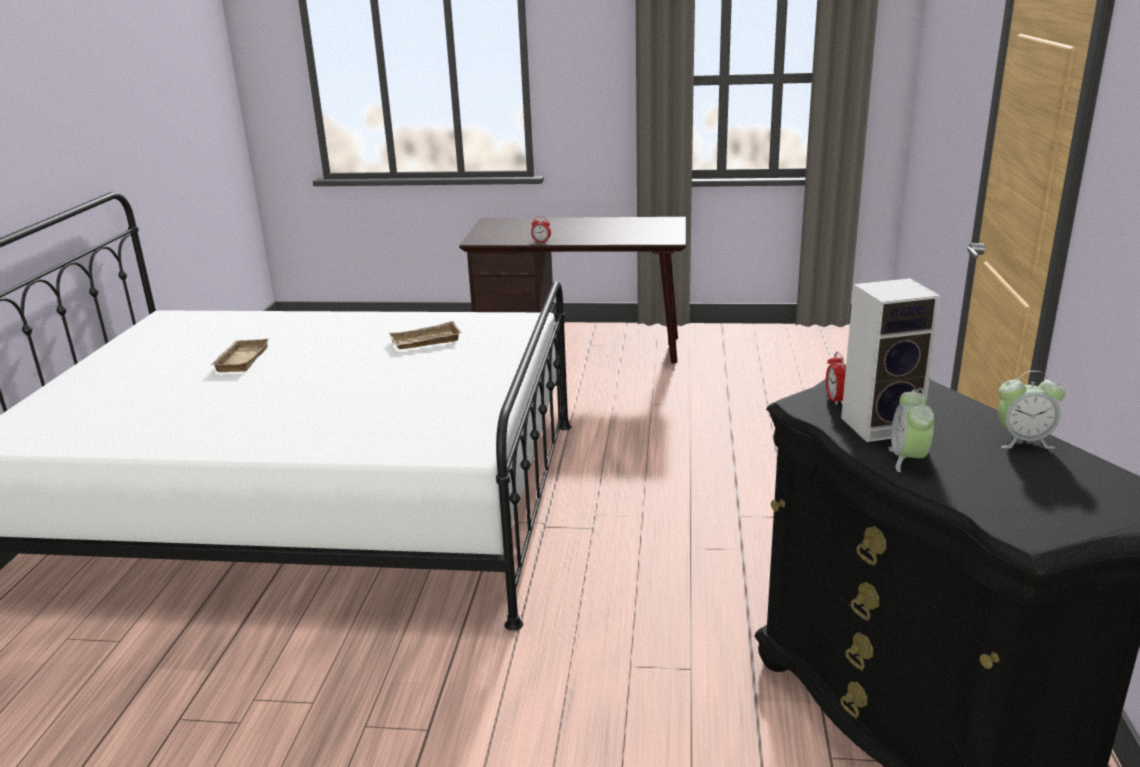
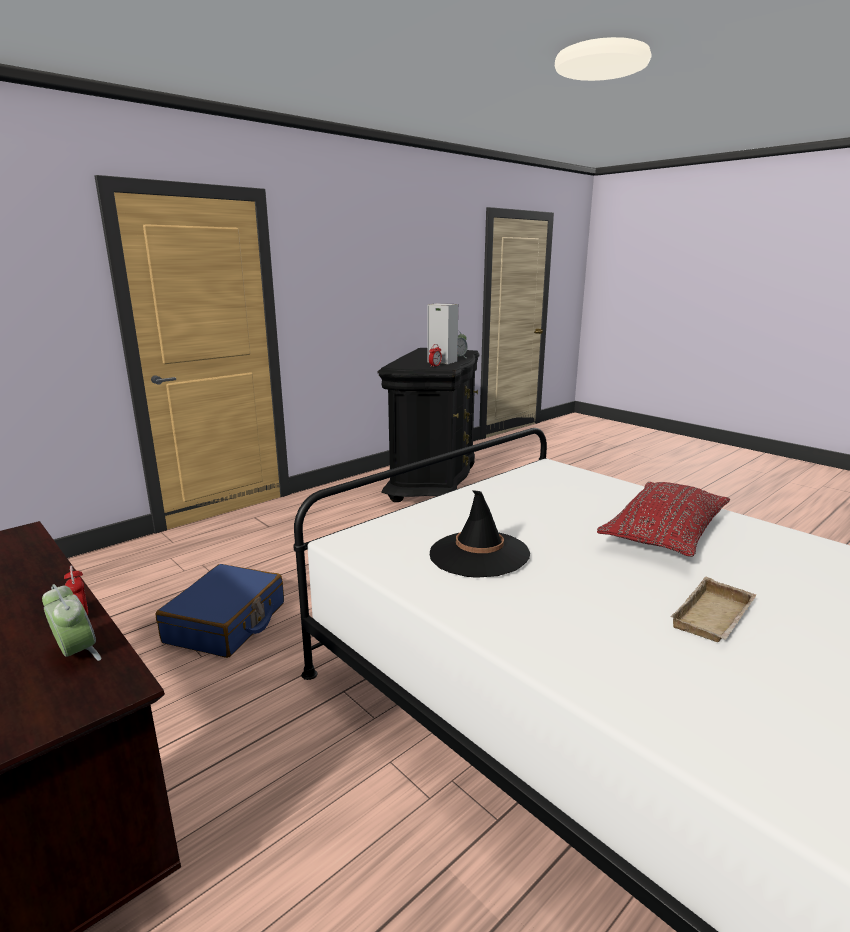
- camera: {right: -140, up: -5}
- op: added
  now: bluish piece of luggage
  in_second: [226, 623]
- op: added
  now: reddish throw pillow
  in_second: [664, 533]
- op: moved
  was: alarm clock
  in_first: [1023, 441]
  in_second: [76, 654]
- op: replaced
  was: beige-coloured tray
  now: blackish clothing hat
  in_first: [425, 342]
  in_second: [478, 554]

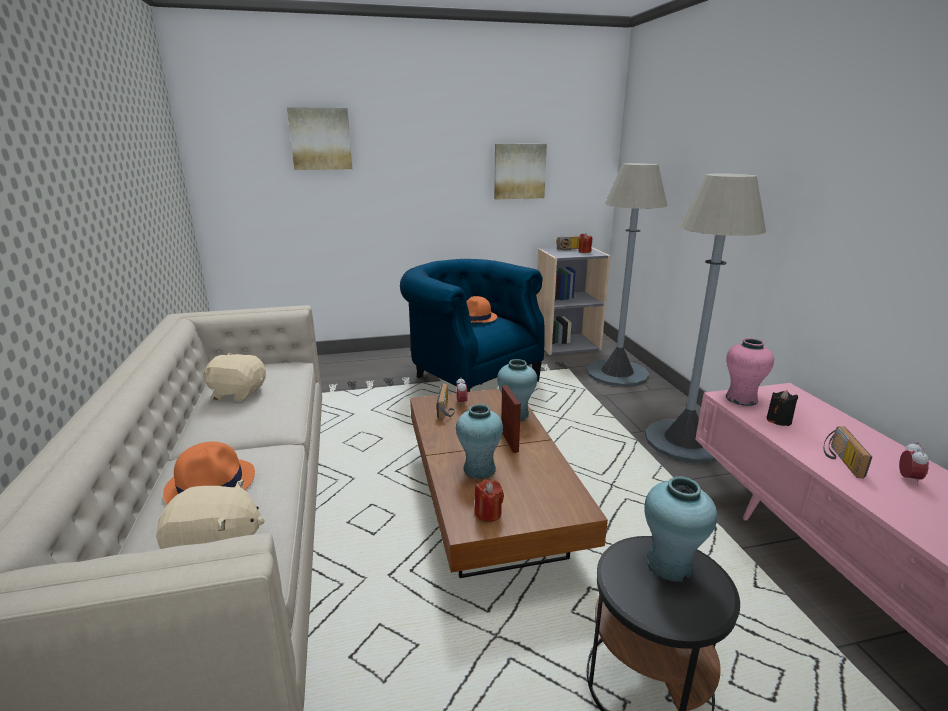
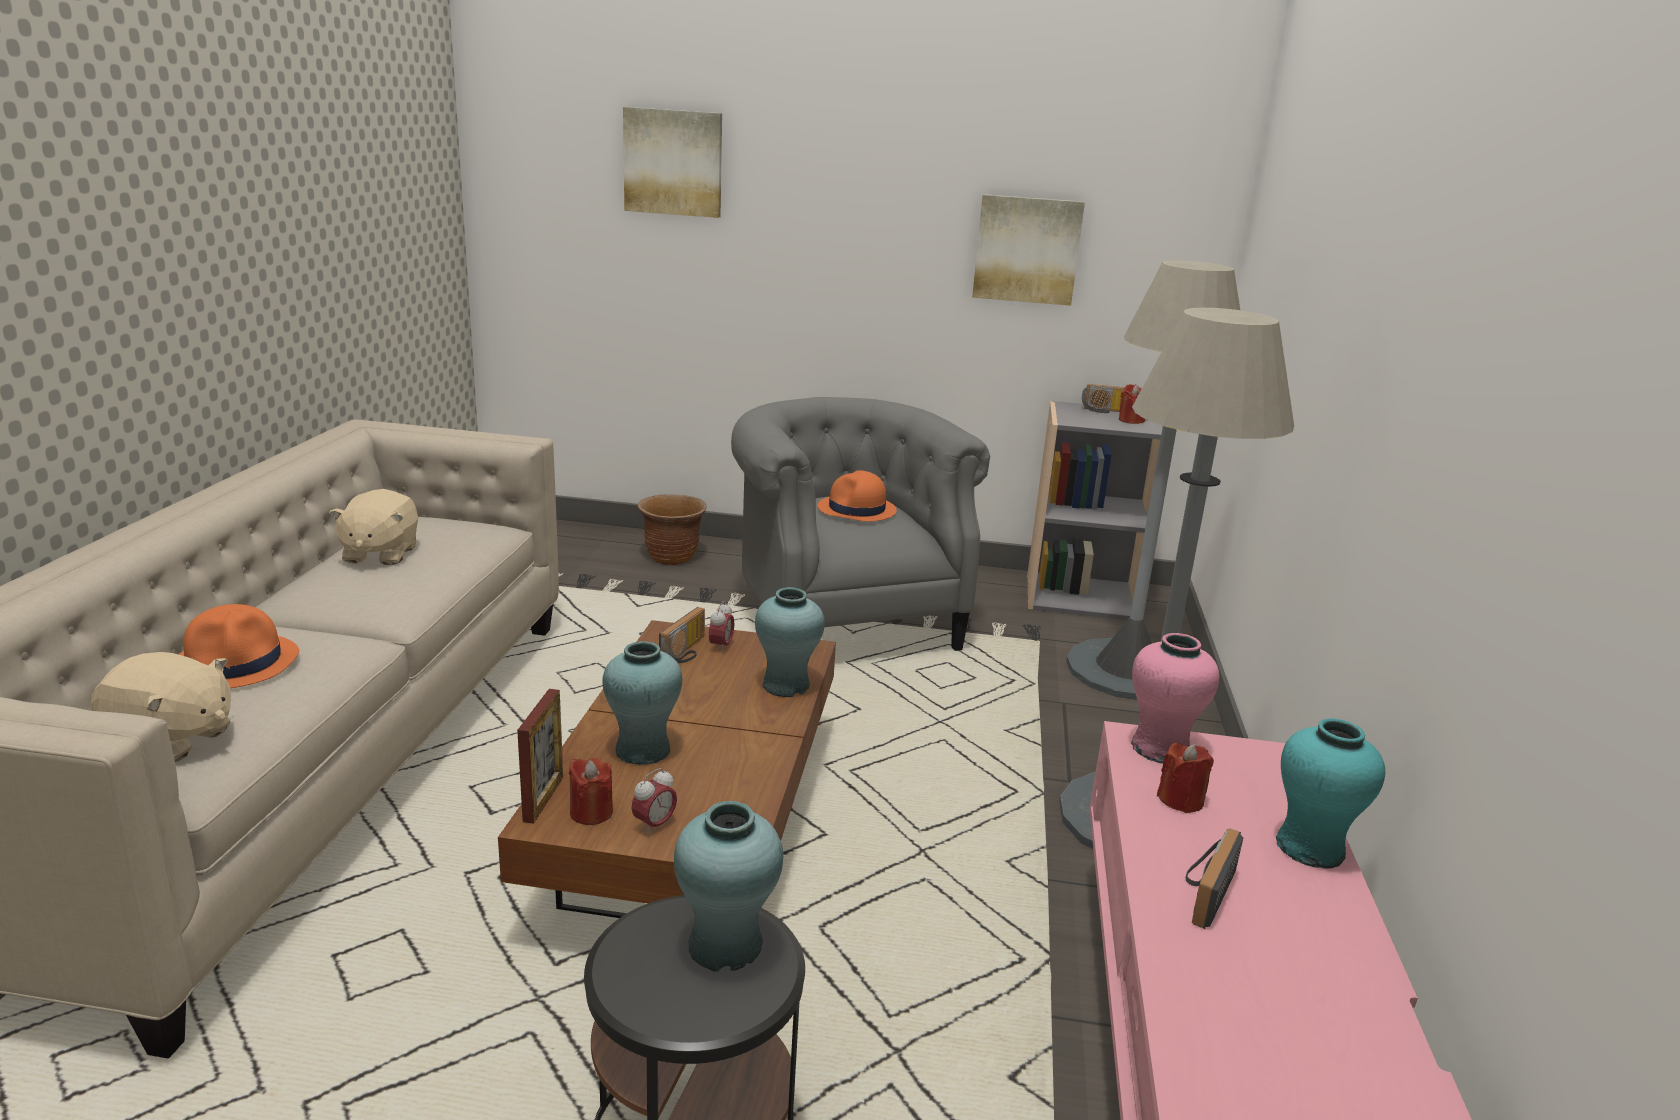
- camera: {right: 20, up: 0}
- op: added
  now: brownish flower pot
  in_second: [671, 557]
- op: added
  now: blue-green vase
  in_second: [1309, 847]
- op: moved
  was: picture frame
  in_first: [509, 441]
  in_second: [543, 799]
- op: moved
  was: alarm clock
  in_first: [908, 479]
  in_second: [654, 825]
- op: recoloured
  was: bluish lounge chair
  now: greyish lounge chair
  in_first: [469, 379]
  in_second: [841, 620]
- op: recoloured
  was: blackish candle
  now: reddish candle
  in_first: [778, 420]
  in_second: [1181, 800]
- op: turned
  was: beige-coloured cuddly toy
  in_first: [238, 393]
  in_second: [379, 554]
  clockwise: -120

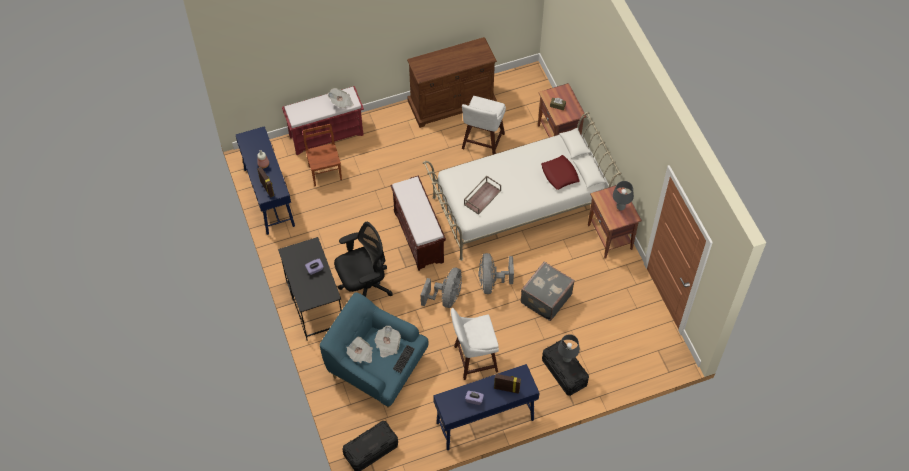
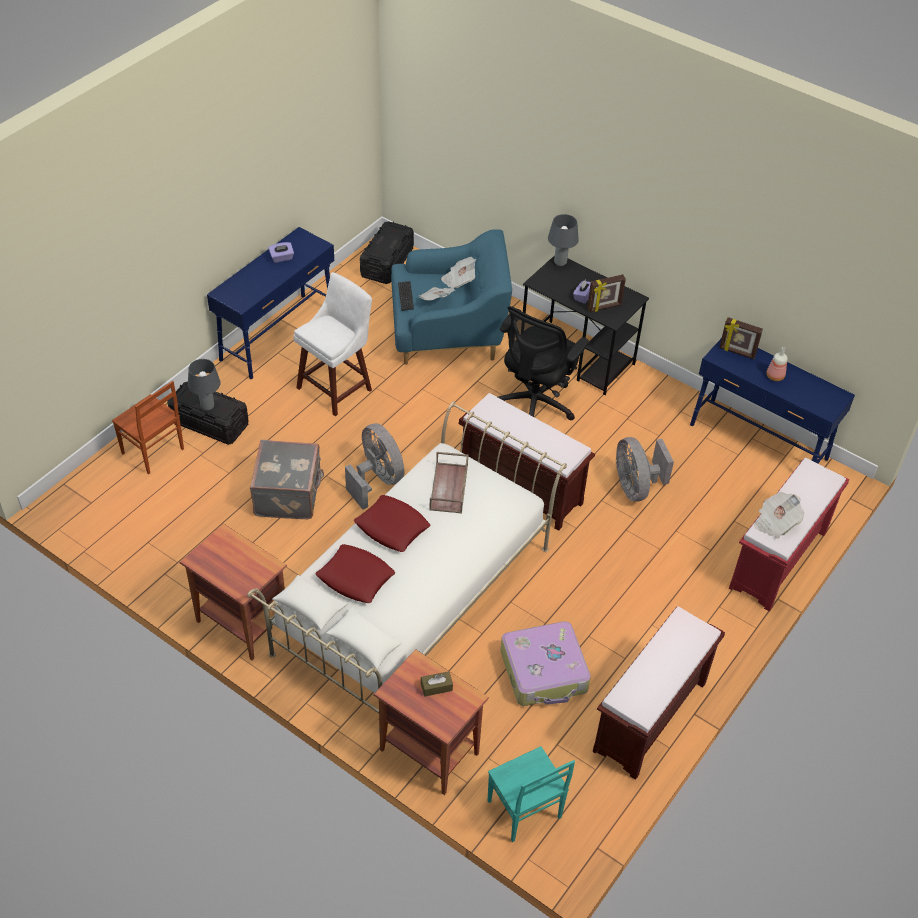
- camera: {right: 145, up: -10}
- op: added
  now: reddish throw pillow
  in_second: [392, 527]
- op: added
  now: blue-green chair
  in_second: [524, 811]
- op: moved
  was: brownish chair
  in_first: [325, 172]
  in_second: [153, 452]
- op: moved
  was: greyish cooling fan
  in_first: [446, 297]
  in_second: [635, 487]
- op: moved
  was: picture frame
  in_first: [506, 388]
  in_second: [604, 307]
- op: moved
  was: greyish tabletop lamp
  in_first: [620, 207]
  in_second: [560, 263]
- op: replaced
  was: brownish drawer chest
  now: brownish long seat
  in_first: [452, 102]
  in_second: [650, 718]
- op: replaced
  was: white chair
  now: piece of luggage
  in_first: [482, 143]
  in_second: [544, 671]

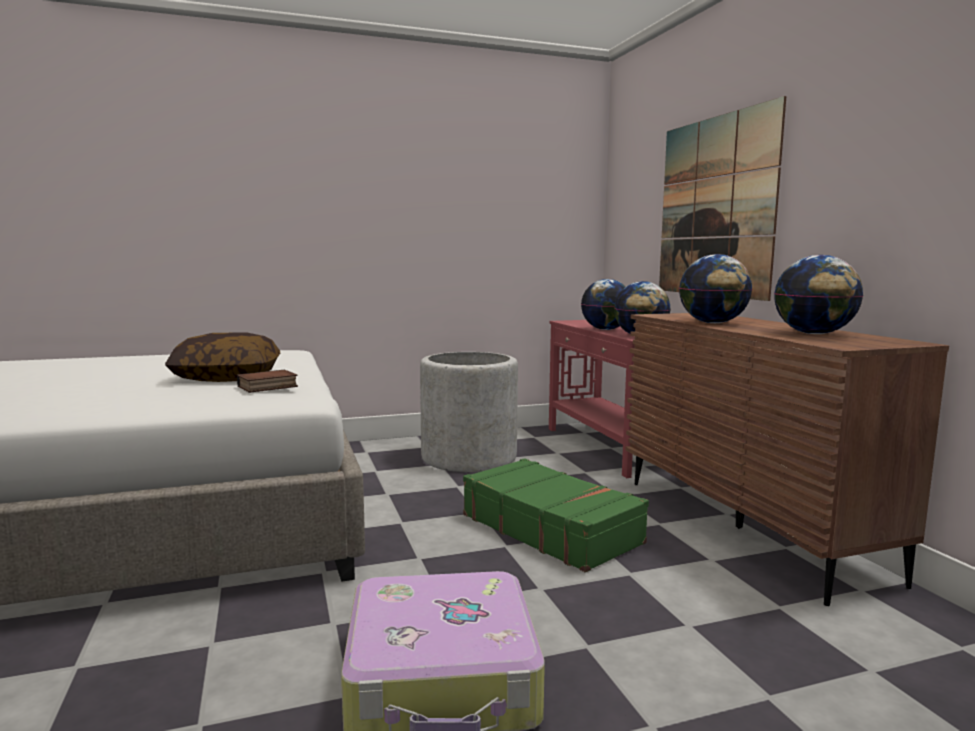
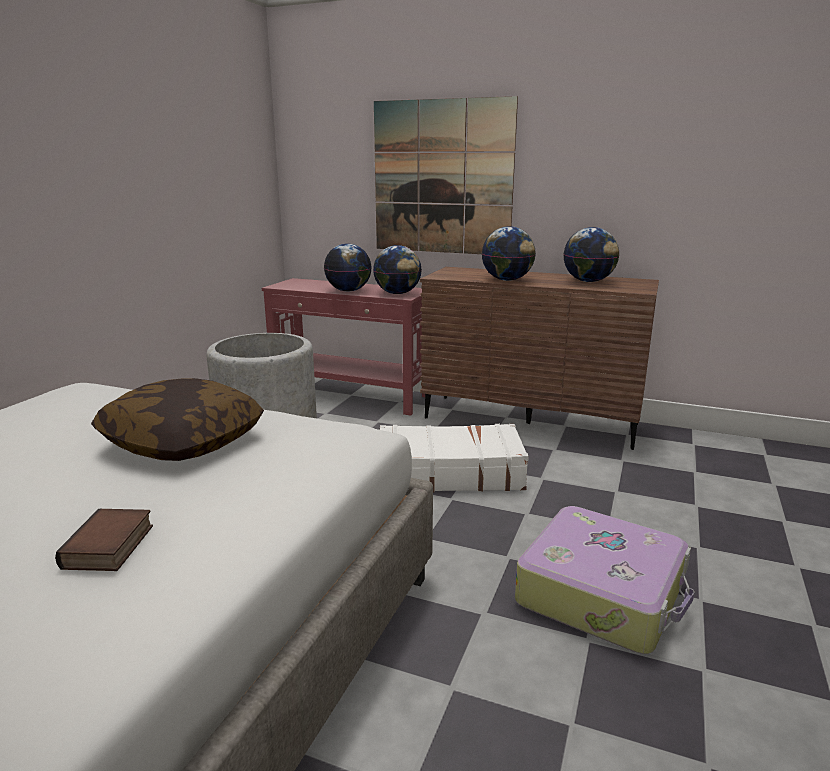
- camera: {right: -50, up: 10}
- op: moved
  was: volume
  in_first: [267, 387]
  in_second: [110, 547]
- op: recoloured
  was: green piece of luggage
  now: white piece of luggage
  in_first: [551, 529]
  in_second: [449, 473]

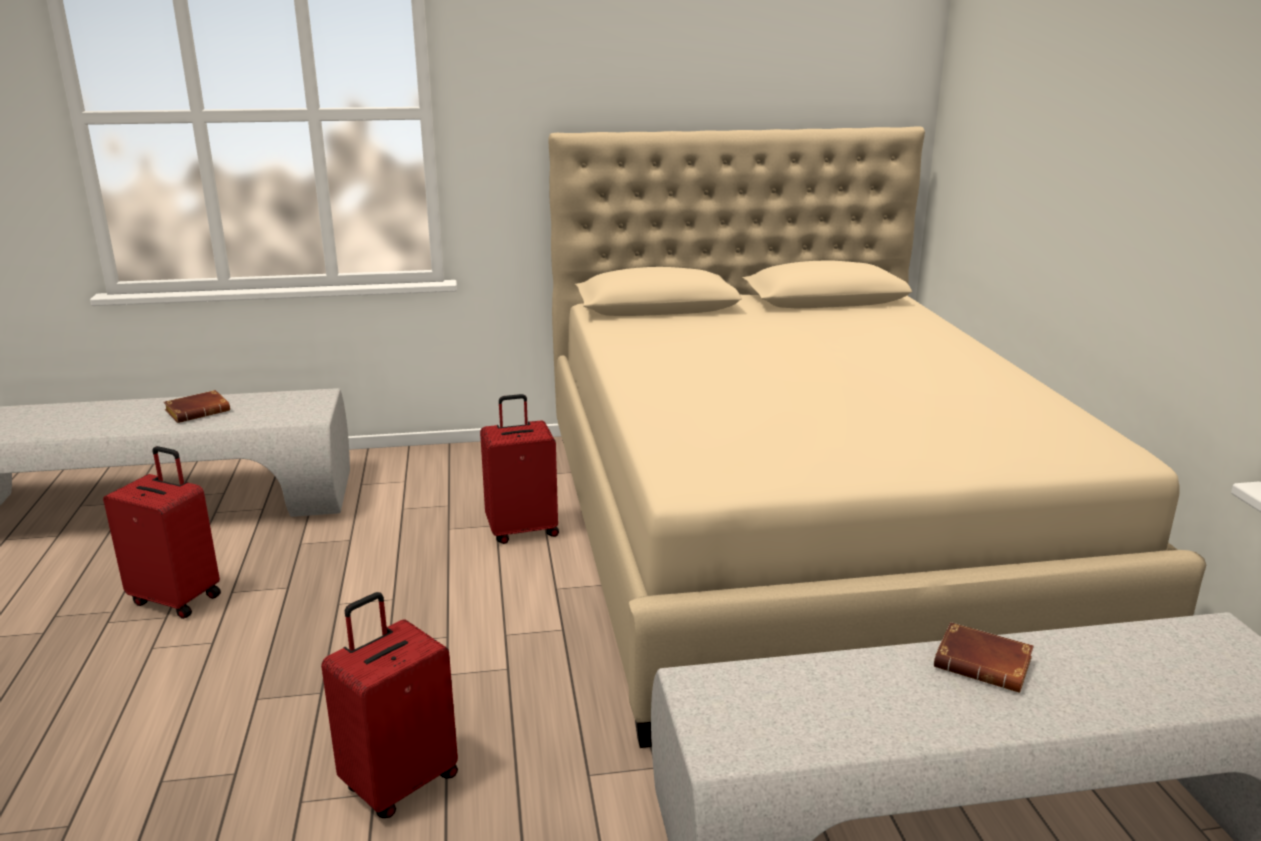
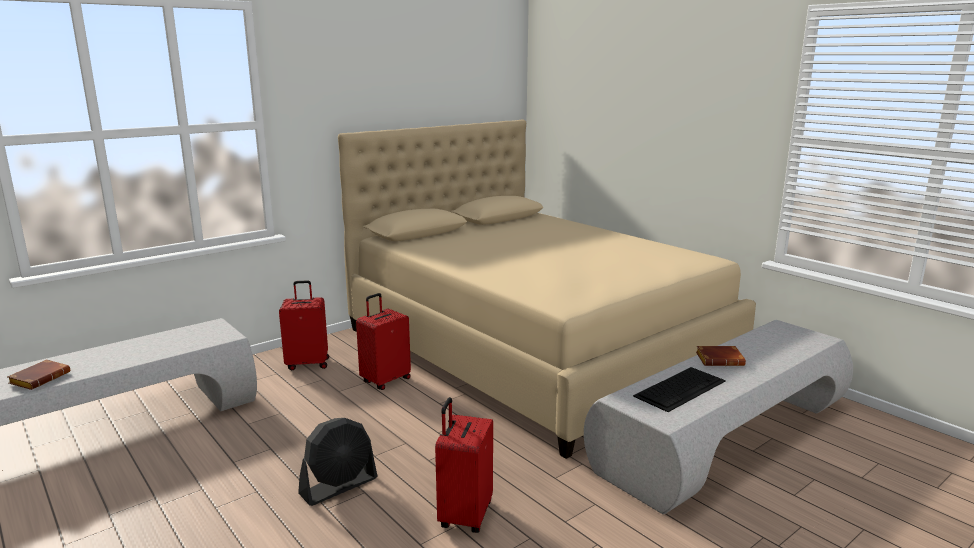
- camera: {right: -30, up: -5}
- op: added
  now: blackish cooling fan
  in_second: [339, 486]
- op: added
  now: PC keyboard
  in_second: [680, 388]
- op: moved
  was: reddish piece of luggage
  in_first: [178, 598]
  in_second: [308, 363]
- op: moved
  was: brownish volume
  in_first: [199, 411]
  in_second: [40, 378]

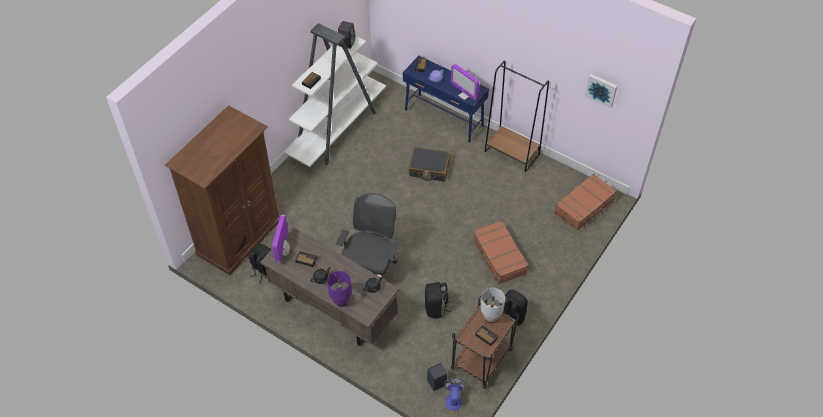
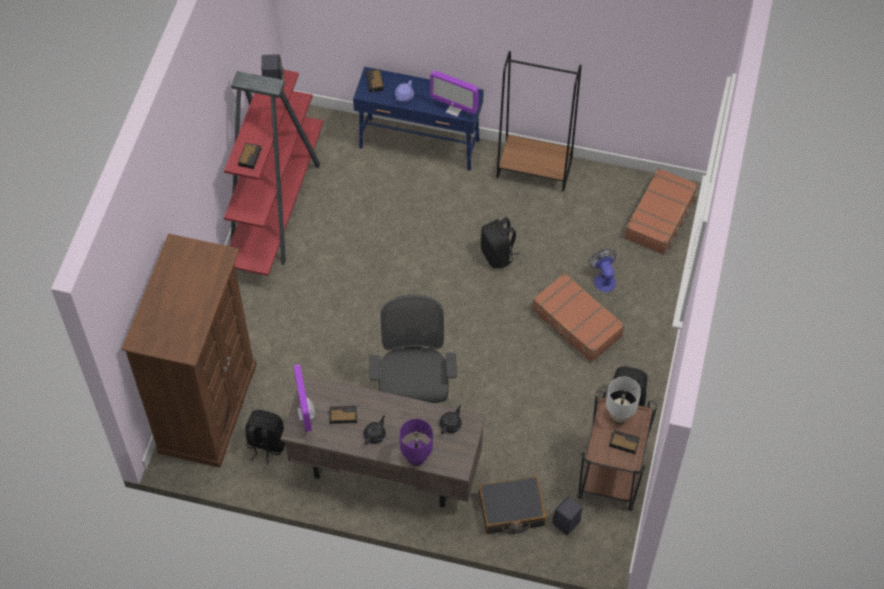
- camera: {right: -20, up: 5}
- op: removed
  was: wall art
  in_first: [601, 90]
- op: moved
  was: blackish piece of luggage
  in_first: [429, 168]
  in_second: [511, 510]
- op: moved
  was: blackish backpack
  in_first: [436, 308]
  in_second: [498, 255]
- op: moved
  was: cooling fan
  in_first: [454, 399]
  in_second: [603, 279]
- op: recoloured
  was: white bookcase
  now: reddish bookcase
  in_first: [337, 129]
  in_second: [276, 205]

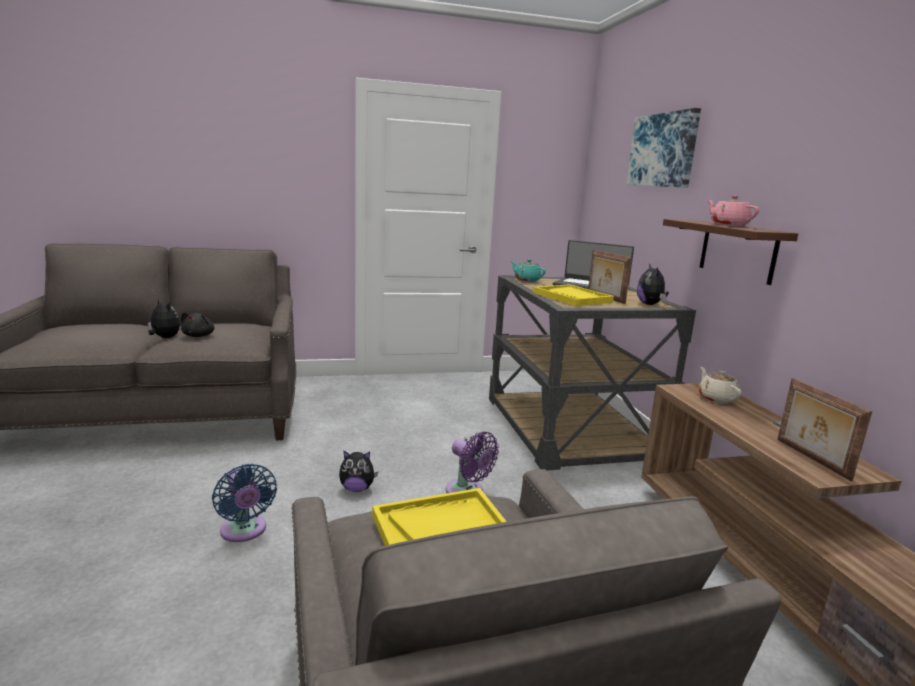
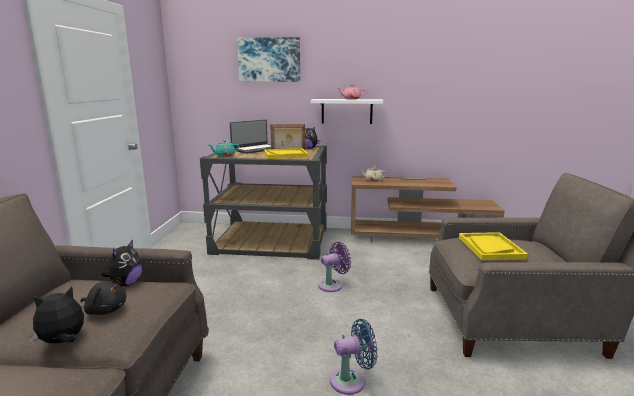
- camera: {right: -70, up: 0}
- op: removed
  was: picture frame
  in_first: [810, 458]
- op: moved
  was: cuddly toy
  in_first: [357, 488]
  in_second: [126, 283]
- op: recoloured
  was: brownish wall shelf
  now: white wall shelf
  in_first: [737, 251]
  in_second: [346, 111]

